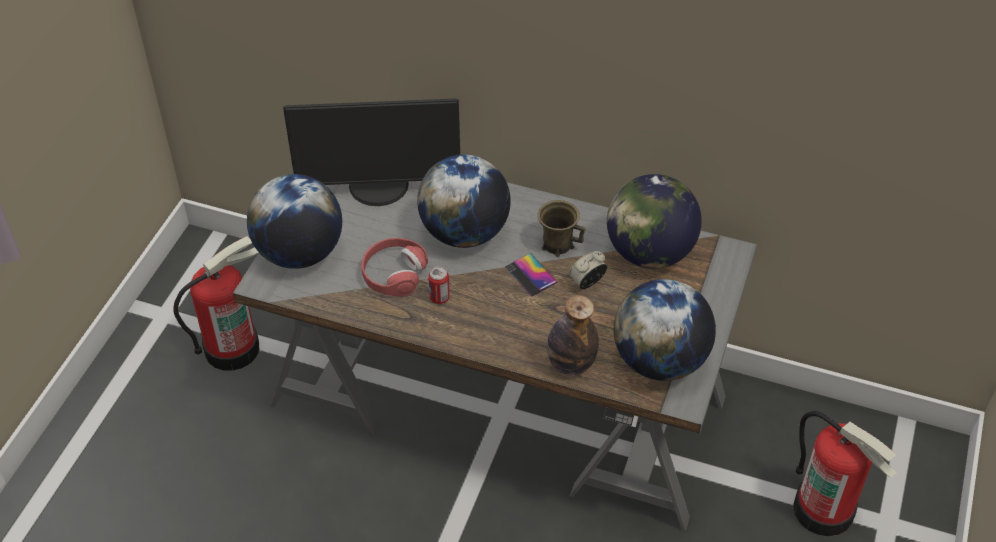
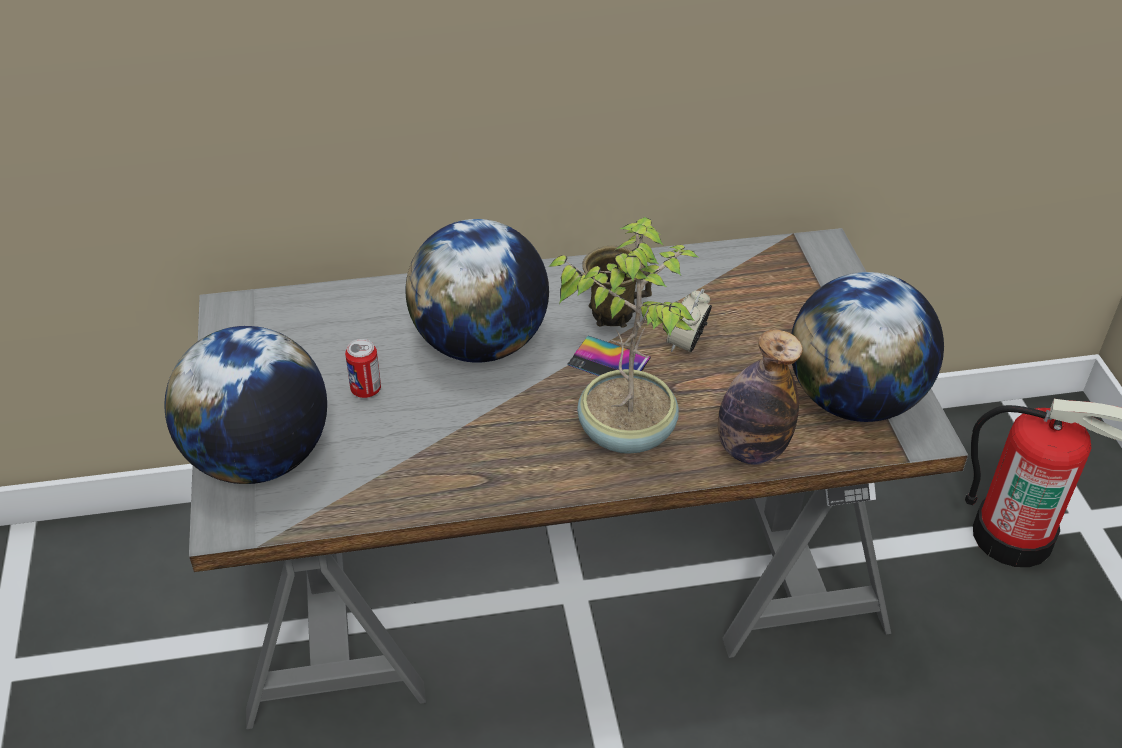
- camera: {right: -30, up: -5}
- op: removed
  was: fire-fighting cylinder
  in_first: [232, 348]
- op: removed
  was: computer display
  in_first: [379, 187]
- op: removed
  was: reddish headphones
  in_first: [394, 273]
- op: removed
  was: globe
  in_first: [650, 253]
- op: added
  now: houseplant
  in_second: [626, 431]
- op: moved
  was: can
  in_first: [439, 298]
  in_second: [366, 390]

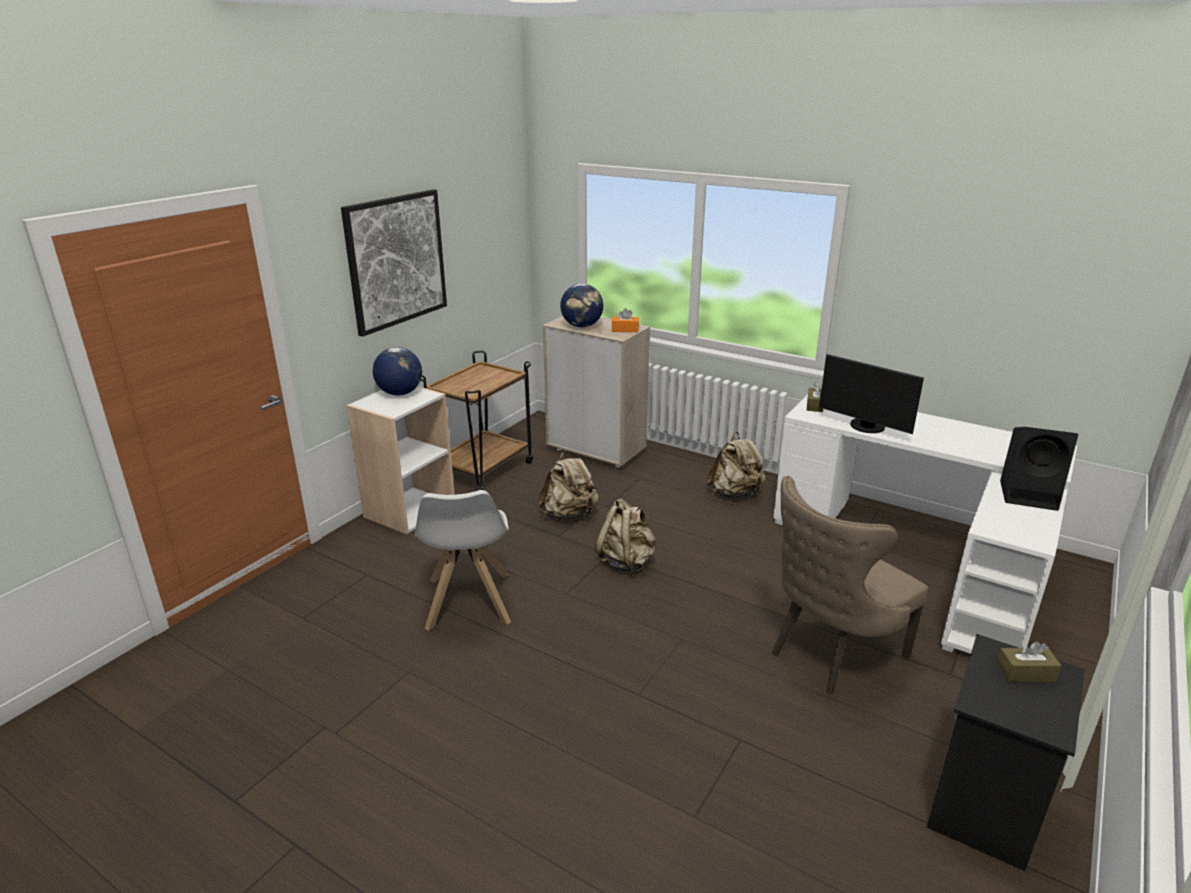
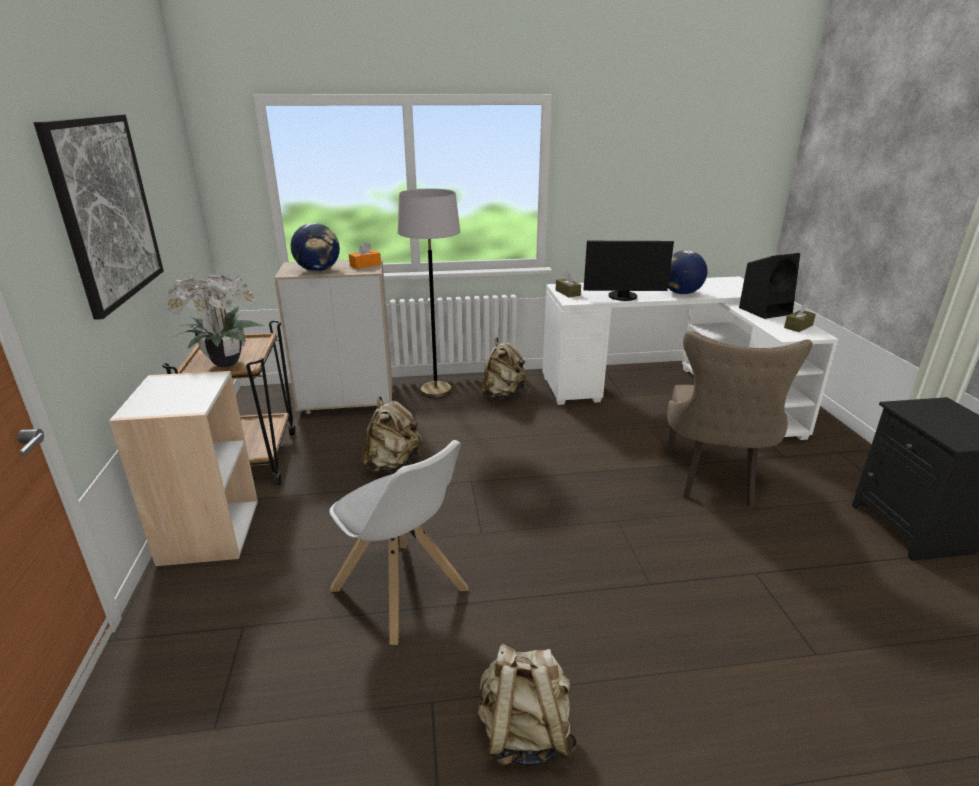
- camera: {right: -40, up: 0}
- op: added
  now: houseplant
  in_second: [223, 363]
- op: added
  now: greyish standard lamp
  in_second: [436, 391]
- op: moved
  was: globe
  in_first: [400, 393]
  in_second: [681, 293]
- op: moved
  was: beige-coloured backpack
  in_first: [626, 562]
  in_second: [523, 733]
- op: moved
  was: brownish box of tissues
  in_first: [1025, 672]
  in_second: [798, 326]

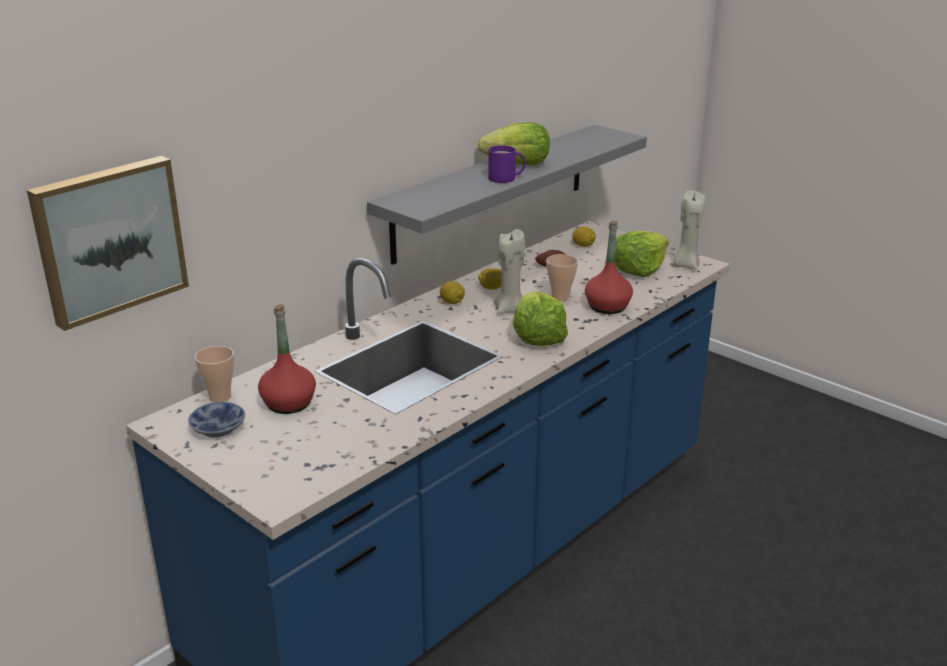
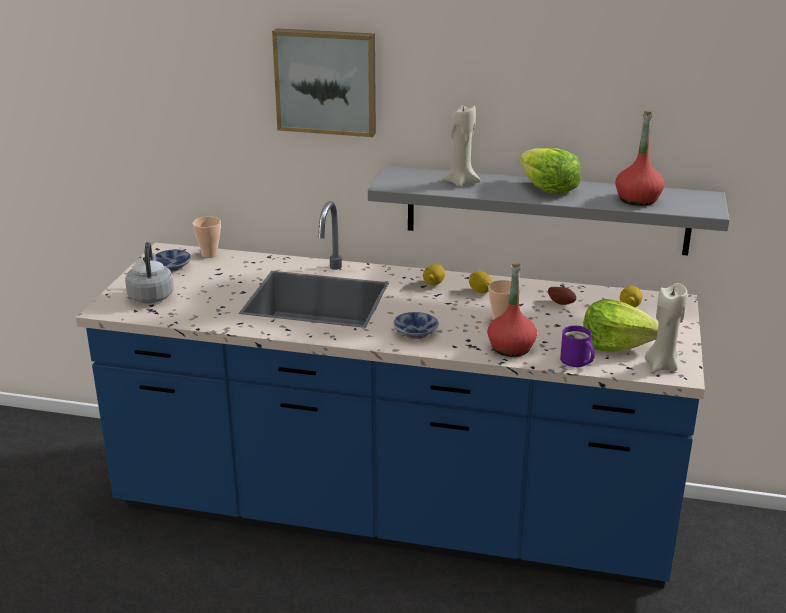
- camera: {right: 60, up: 0}
- op: added
  now: greyish kettle
  in_second: [151, 296]
- op: moved
  was: wall art
  in_first: [109, 239]
  in_second: [326, 81]
- op: moved
  was: reddish beverage bottle
  in_first: [288, 403]
  in_second: [637, 199]
- op: moved
  was: purple-coloured coffee mug
  in_first: [504, 179]
  in_second: [575, 361]
- op: moved
  was: beige-coloured candle
  in_first: [509, 309]
  in_second: [461, 182]
- op: replaced
  was: lettuce
  now: serving bowl
  in_first: [537, 337]
  in_second: [414, 332]

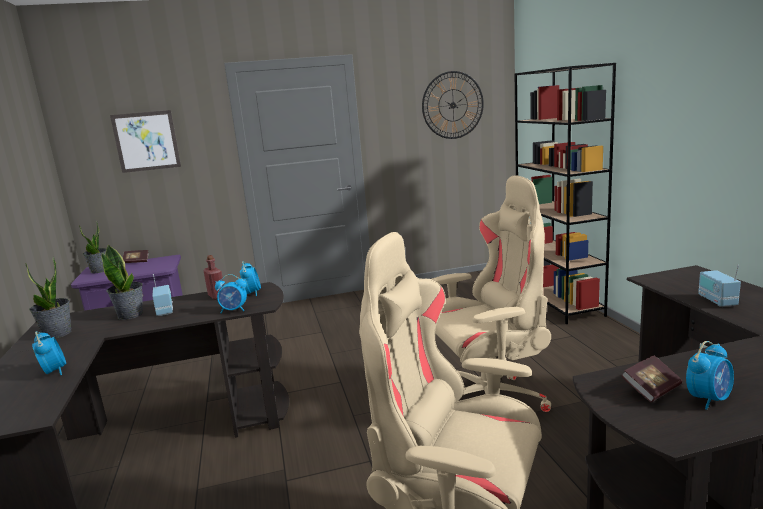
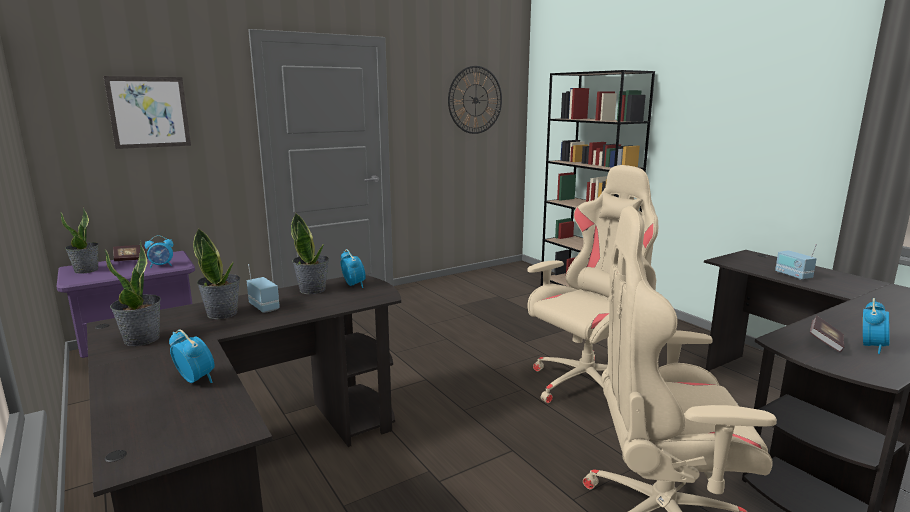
- camera: {right: -20, up: 0}
- op: moved
  was: alarm clock
  in_first: [234, 310]
  in_second: [162, 266]
- op: replaced
  was: reddish beverage bottle
  now: houseplant
  in_first: [216, 296]
  in_second: [313, 290]

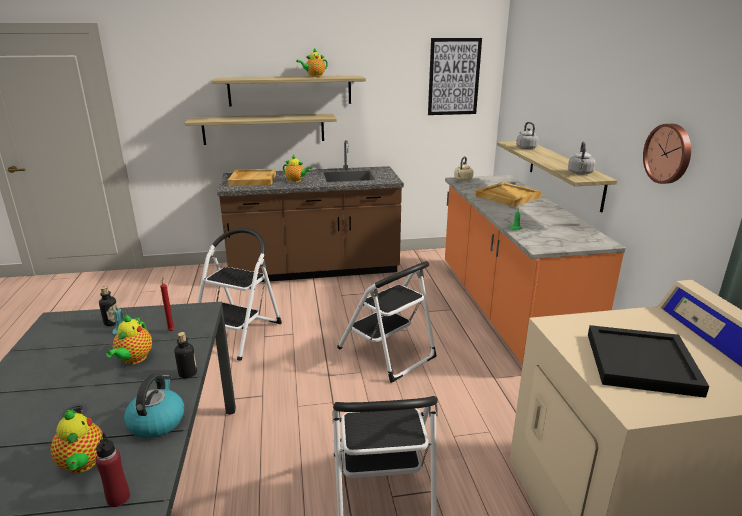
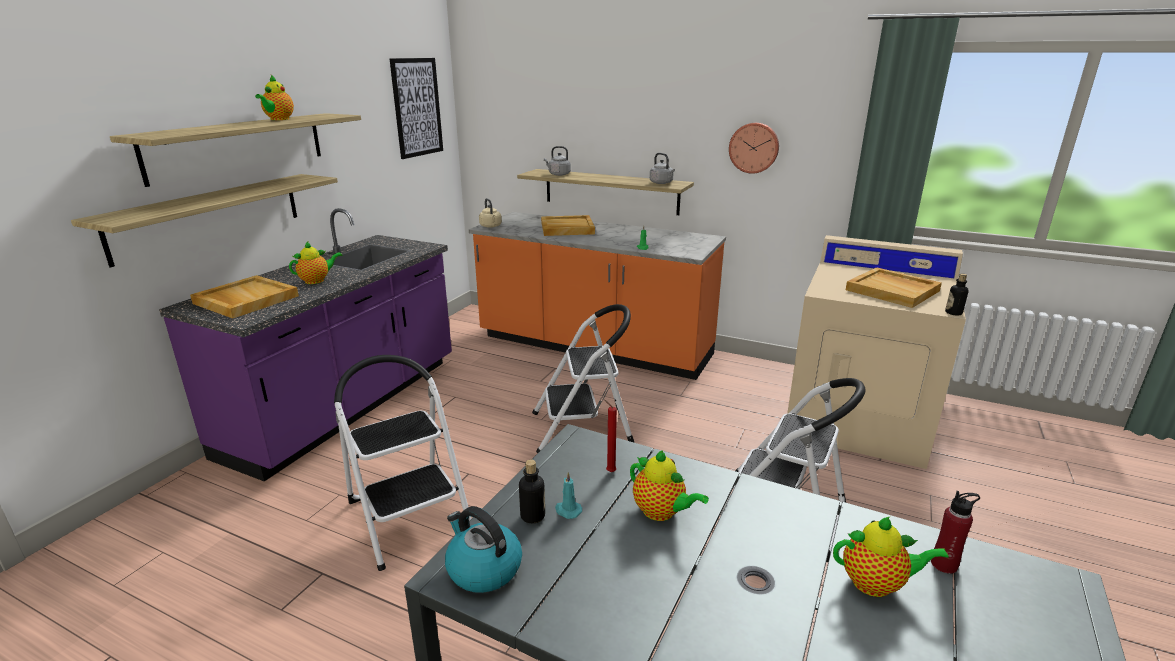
- camera: {right: -55, up: 0}
- op: moved
  was: kettle
  in_first: [157, 422]
  in_second: [483, 569]
- op: moved
  was: beverage bottle
  in_first: [188, 373]
  in_second: [953, 313]
- op: recoloured
  was: brownish kitchen base unit
  now: purple-coloured kitchen base unit
  in_first: [315, 270]
  in_second: [347, 407]
- op: recoloured
  was: blackish tray
  now: beige-coloured tray
  in_first: [642, 364]
  in_second: [893, 290]

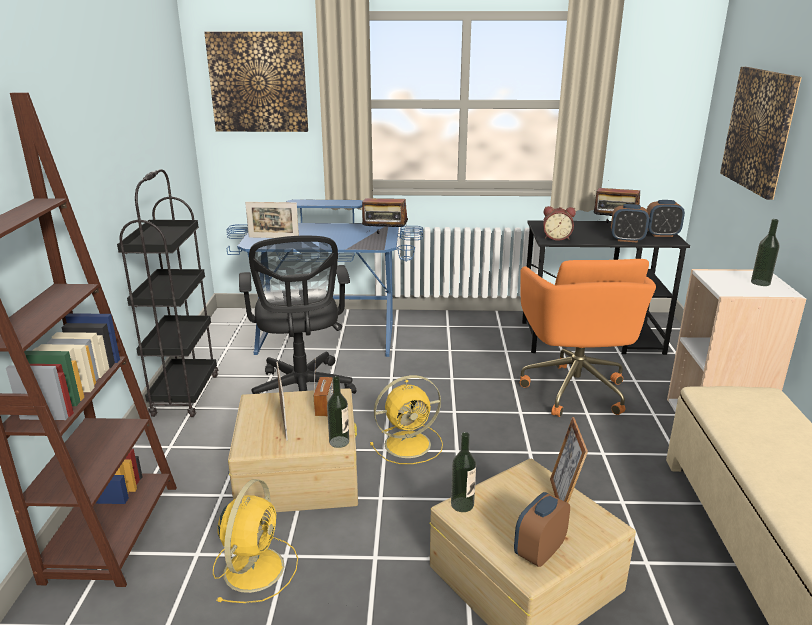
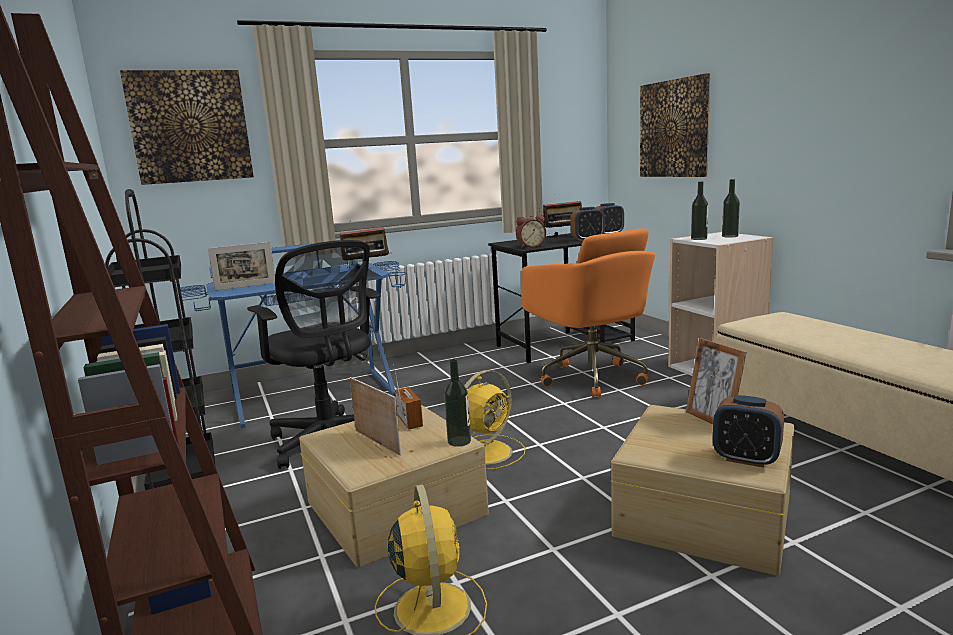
- camera: {right: -25, up: -10}
- op: moved
  was: beverage bottle
  in_first: [462, 504]
  in_second: [699, 238]
- op: turned
  was: alarm clock
  in_first: [539, 551]
  in_second: [746, 459]
  clockwise: -75

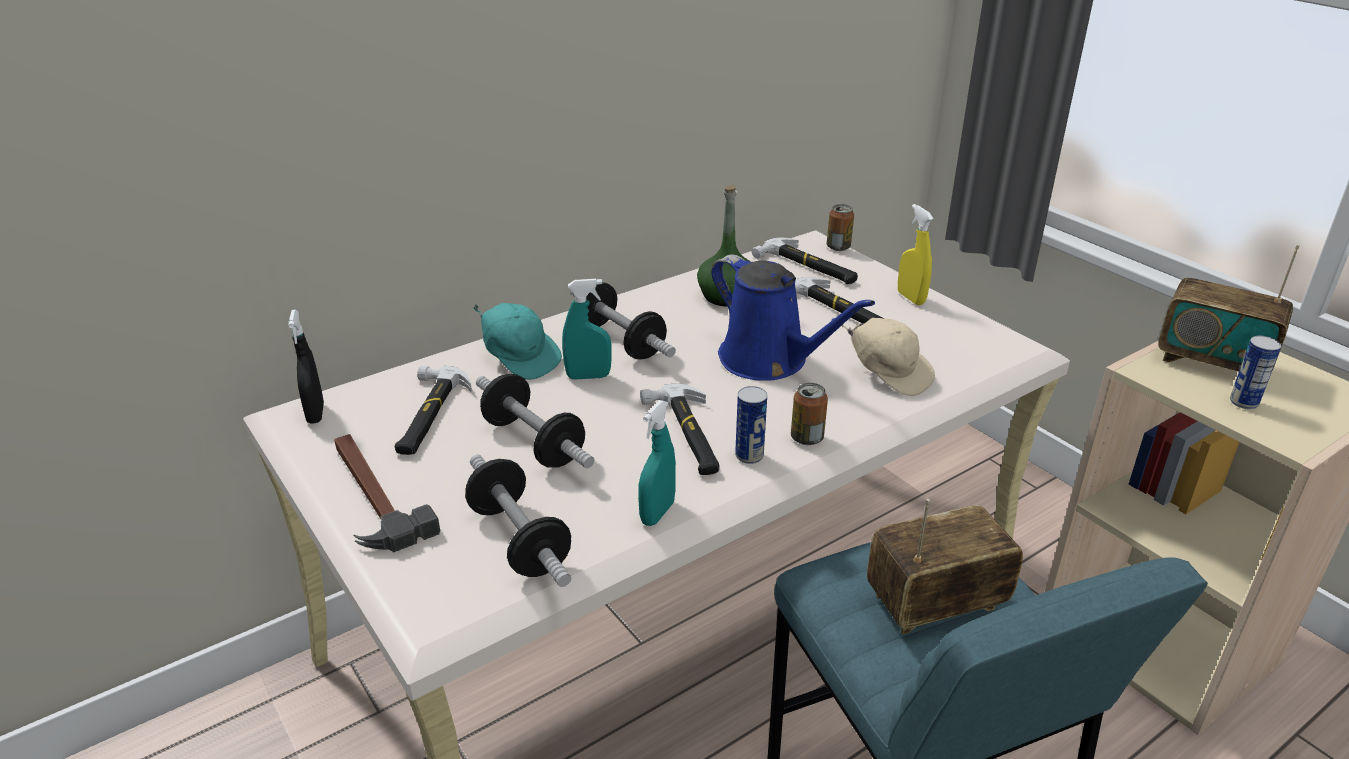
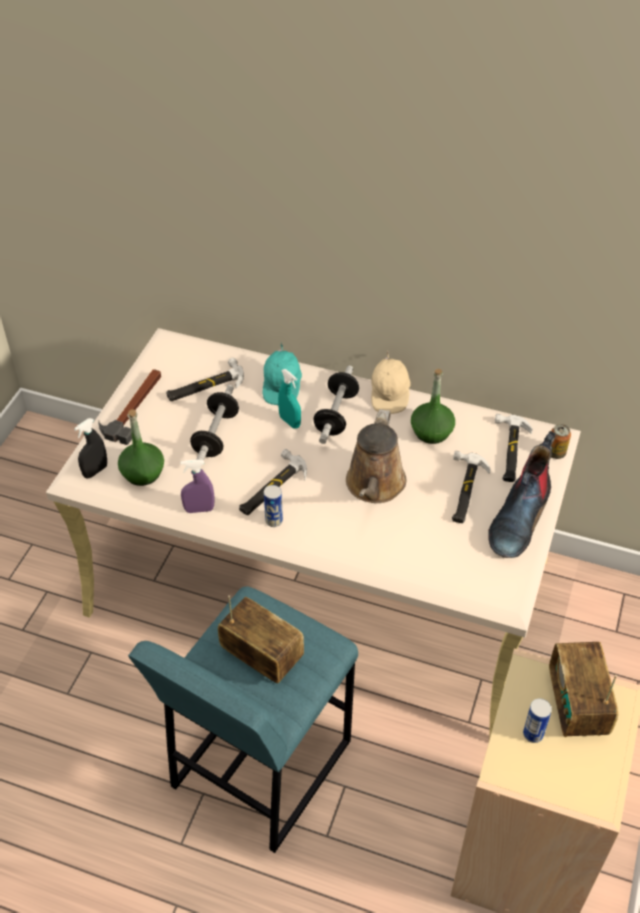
- camera: {right: 55, up: 15}
- op: removed
  was: can
  in_first: [807, 438]
- op: moved
  was: blackish sprayer
  in_first: [315, 413]
  in_second: [95, 471]
- op: moved
  was: beige-coloured cap
  in_first: [888, 374]
  in_second: [390, 395]
- op: replaced
  was: hand weight
  now: green beverage bottle
  in_first: [519, 540]
  in_second: [143, 473]
- op: replaced
  was: yellowish sprayer
  now: boot
  in_first: [911, 298]
  in_second: [519, 518]
- op: recoloured
  was: blue-green sprayer
  now: purple-coloured sprayer
  in_first: [657, 513]
  in_second: [199, 509]
- op: recoloured
  was: bluish watering pot
  now: brownish watering pot
  in_first: [769, 361]
  in_second: [374, 486]

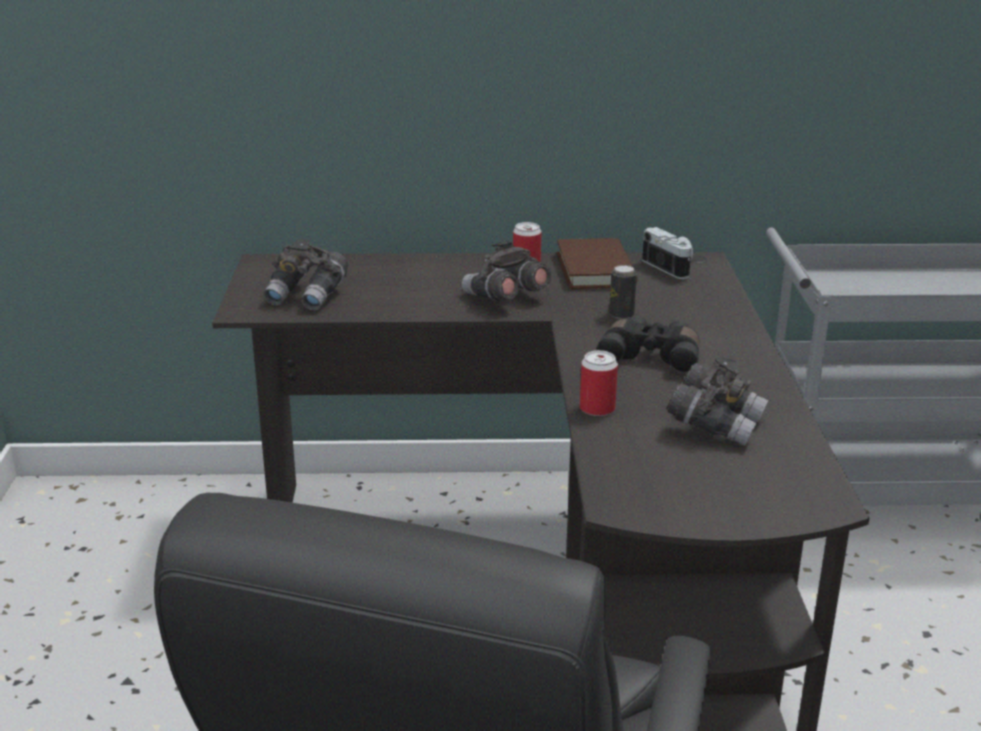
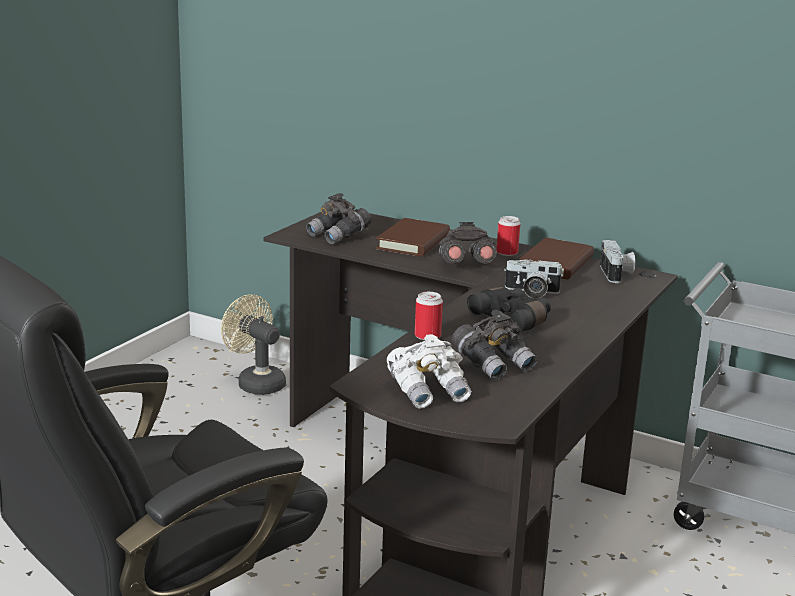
- camera: {right: 30, up: -5}
- op: added
  now: beige-coloured cooling fan
  in_second: [256, 382]
- op: added
  now: brownish volume
  in_second: [413, 242]
- op: added
  now: white pair of binoculars
  in_second: [429, 392]
- op: replaced
  was: can
  now: photo camera
  in_first: [621, 315]
  in_second: [531, 292]

